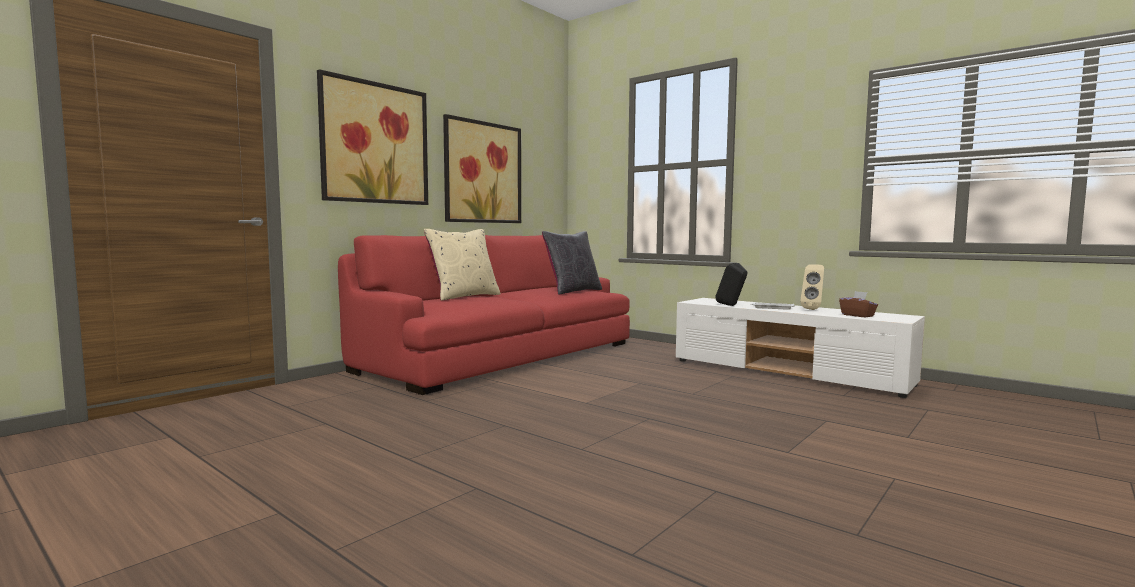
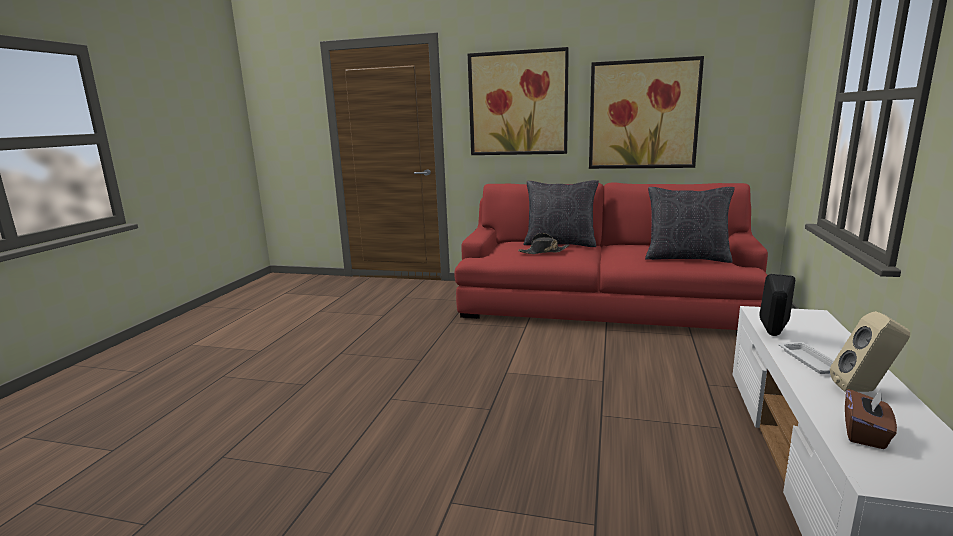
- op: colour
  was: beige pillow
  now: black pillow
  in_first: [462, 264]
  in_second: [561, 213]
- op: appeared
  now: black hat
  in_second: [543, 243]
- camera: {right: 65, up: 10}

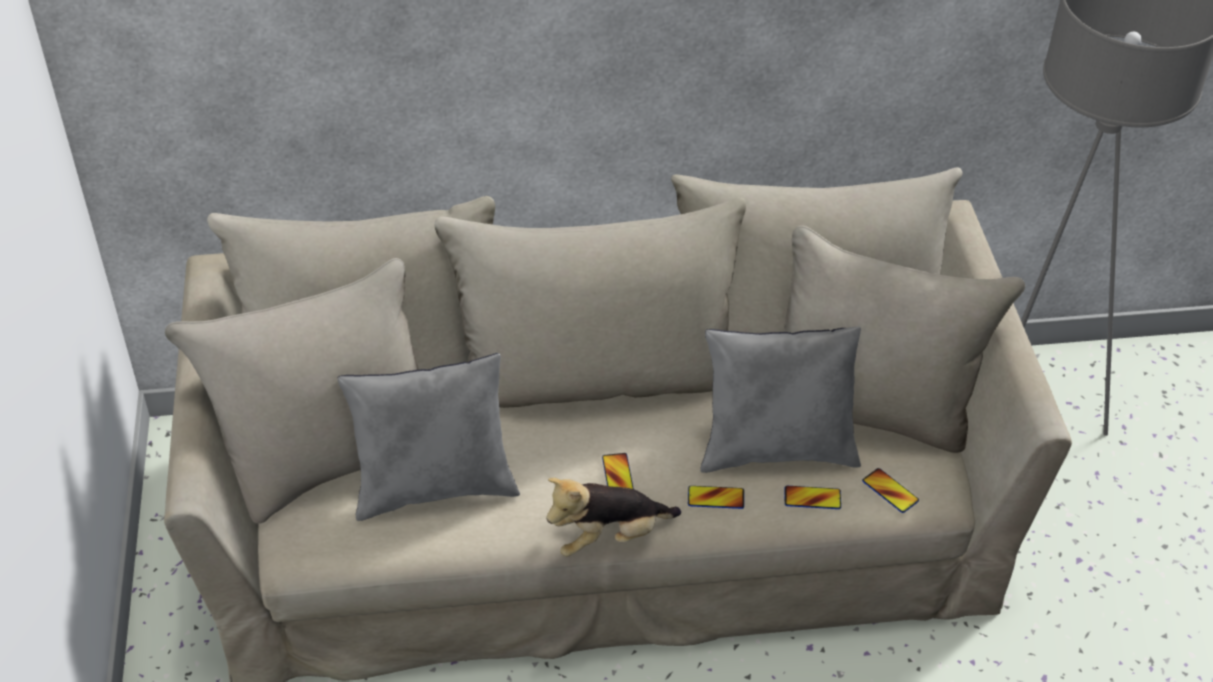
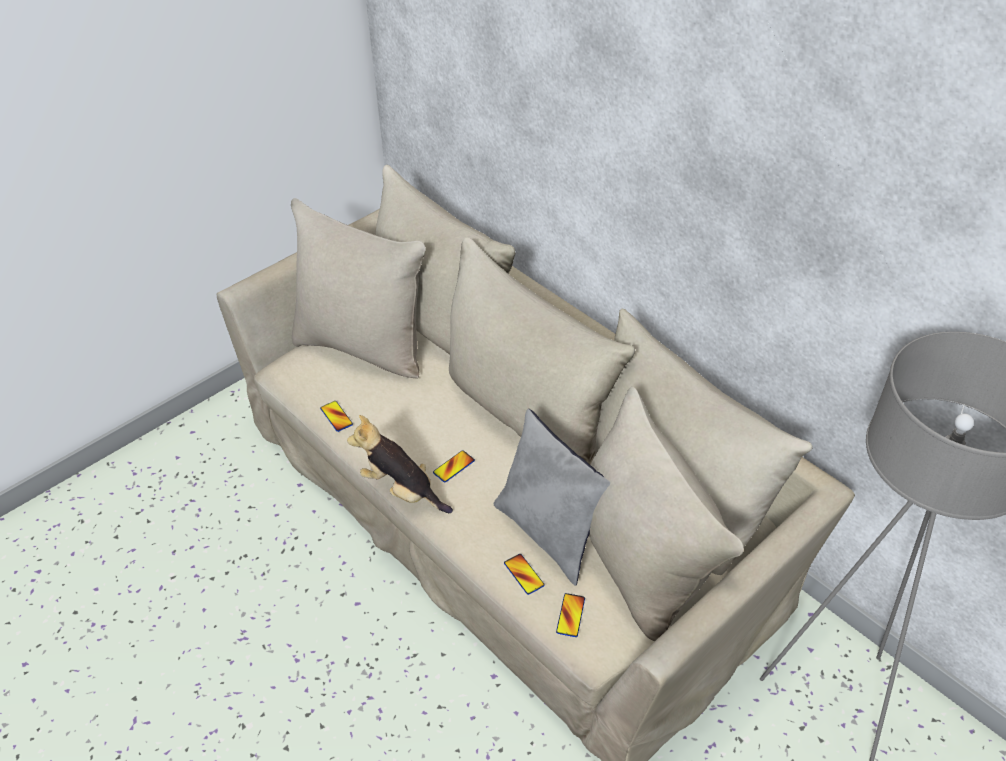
- op: missing
  was: grey pillow
  in_first: [428, 437]
- op: relocated
  was: phone
  in_first: [716, 497]
  in_second: [336, 416]
- camera: {right: 55, up: 0}

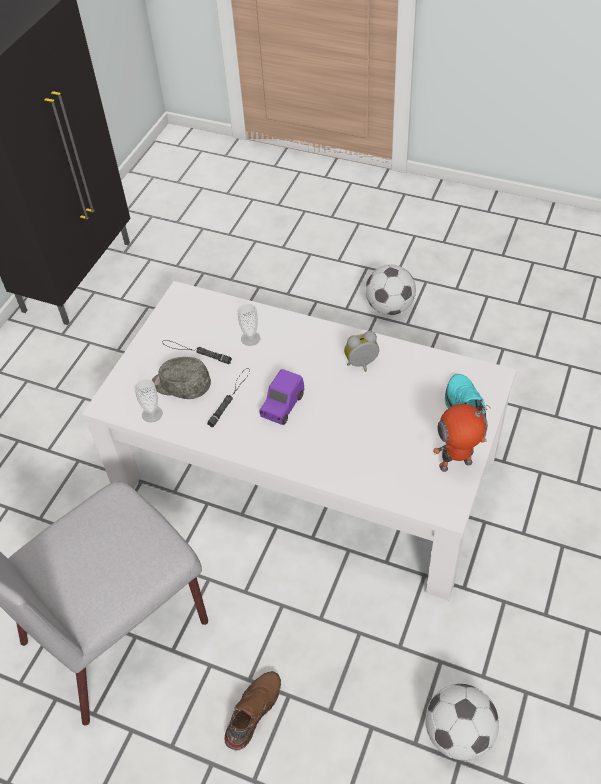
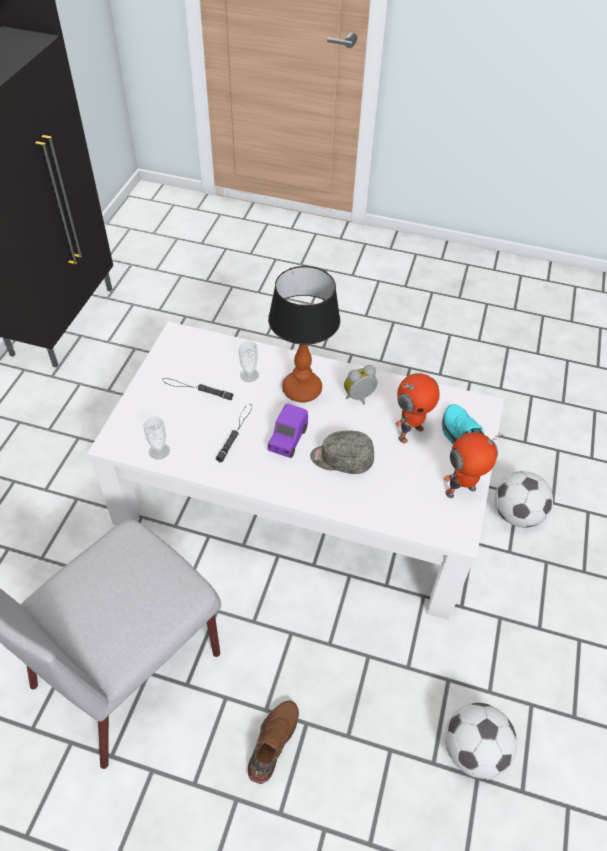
- op: relocated
  was: football
  in_first: [390, 289]
  in_second: [524, 499]
- op: relocated
  was: grey cap
  in_first: [181, 378]
  in_second: [342, 452]
- op: appeared
  now: table lamp
  in_second: [304, 334]
- op: appeared
  now: toy robot
  in_second: [417, 408]
- camera: {right: -10, up: 0}

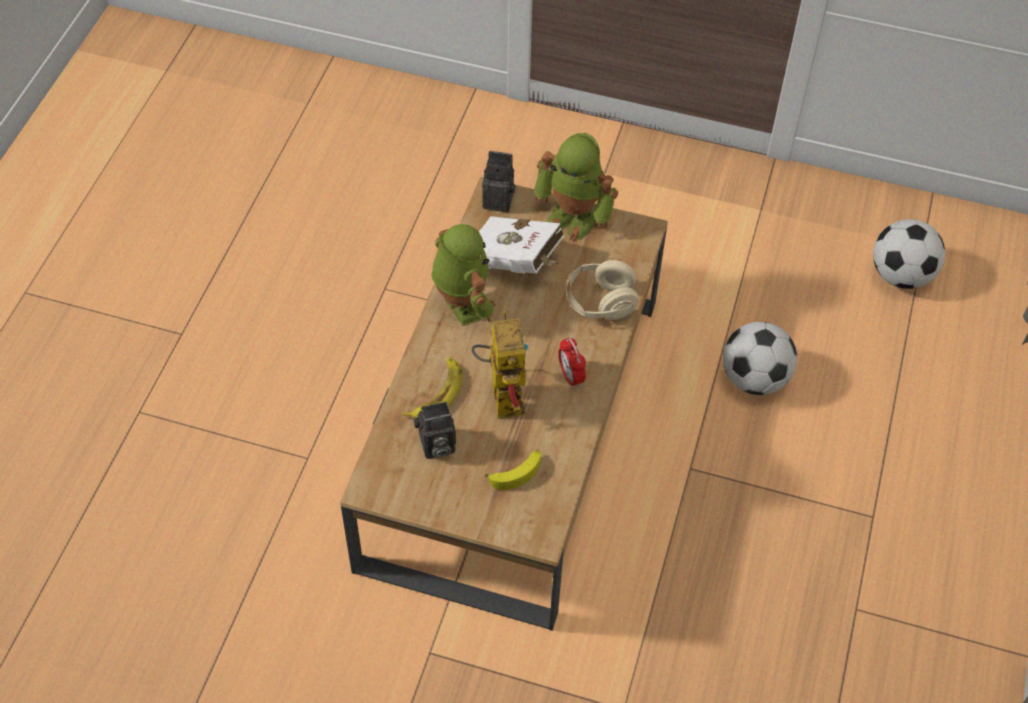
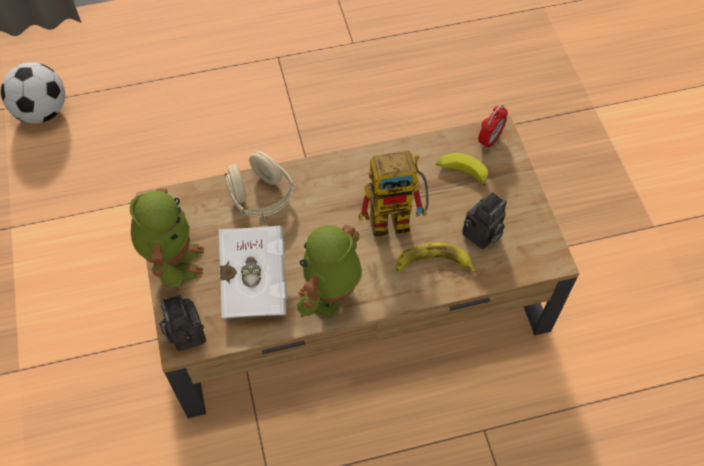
- op: spun
  was: toy robot
  in_first: [500, 364]
  in_second: [393, 194]
  clockwise: -150
- op: missing
  was: football
  in_first: [760, 358]
- op: relocated
  was: alarm clock
  in_first: [572, 362]
  in_second: [493, 127]
- op: spun
  was: photo camera
  in_first: [434, 430]
  in_second: [484, 221]
  clockwise: 90
- camera: {right: -120, up: 5}

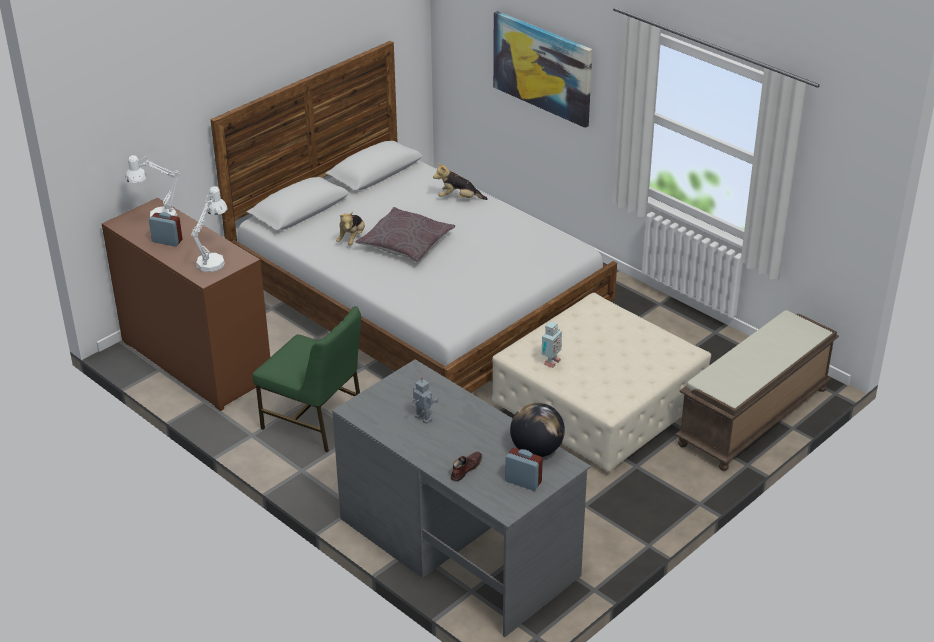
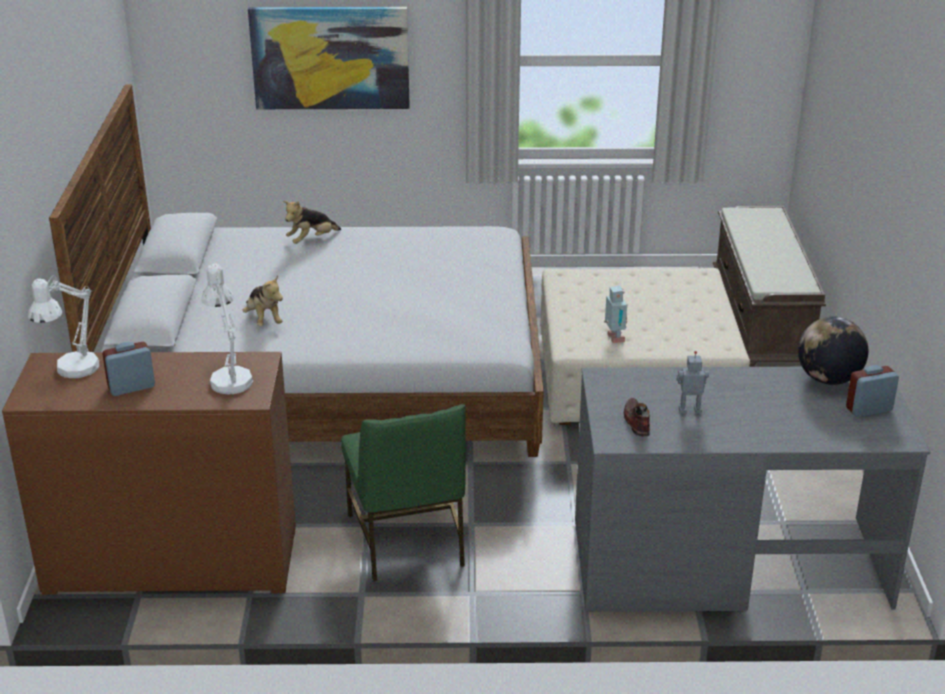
- op: missing
  was: grey pillow
  in_first: [405, 234]
- op: spun
  was: green chair
  in_first: [307, 379]
  in_second: [403, 493]
  clockwise: 90
- op: relocated
  was: brown shoe
  in_first: [466, 466]
  in_second: [637, 417]
- camera: {right: -45, up: -5}

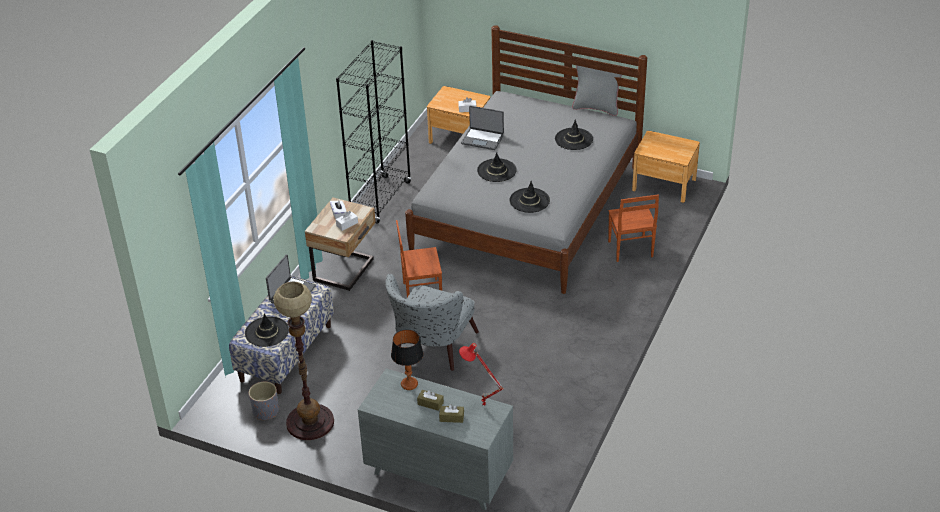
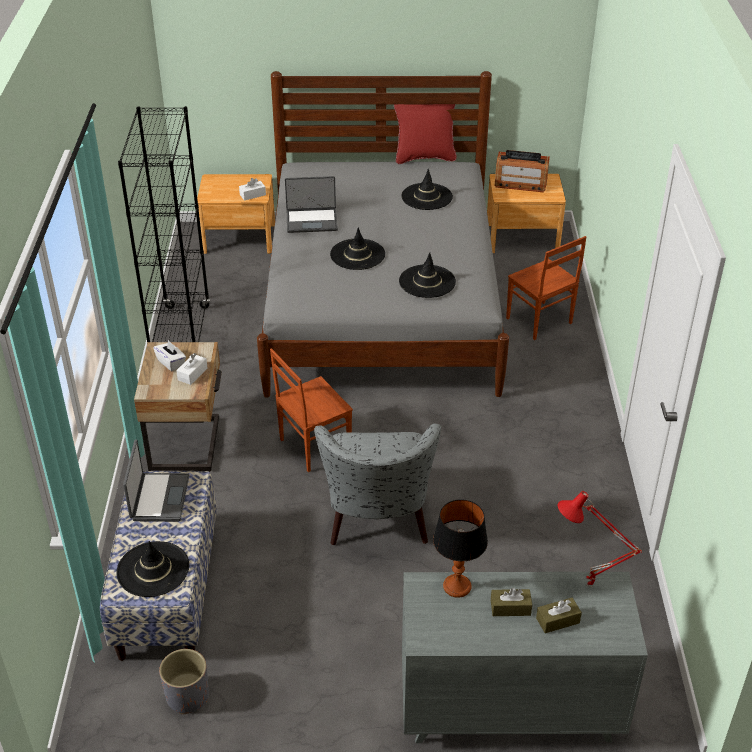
- op: colour
  was: grey pillow
  now: red pillow
  in_first: [597, 90]
  in_second: [425, 134]
- op: missing
  was: floor lamp
  in_first: [303, 360]
- op: appeared
  now: radio
  in_second: [522, 171]
- camera: {right: -25, up: 0}

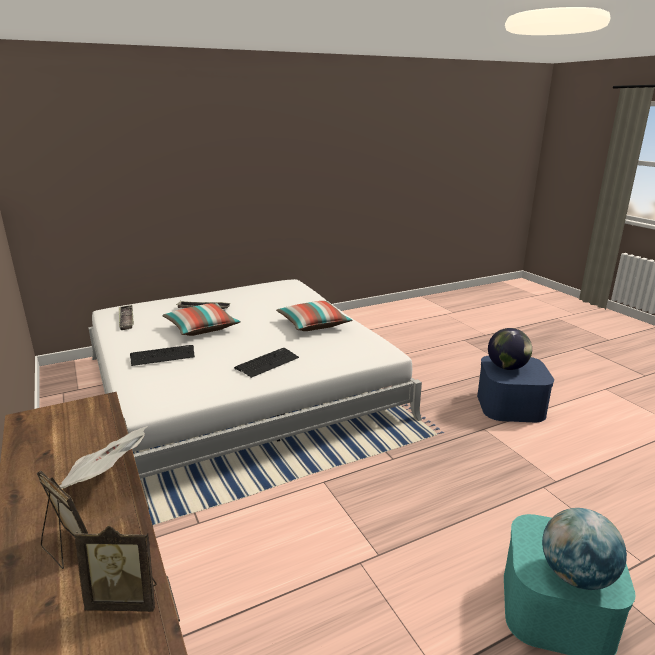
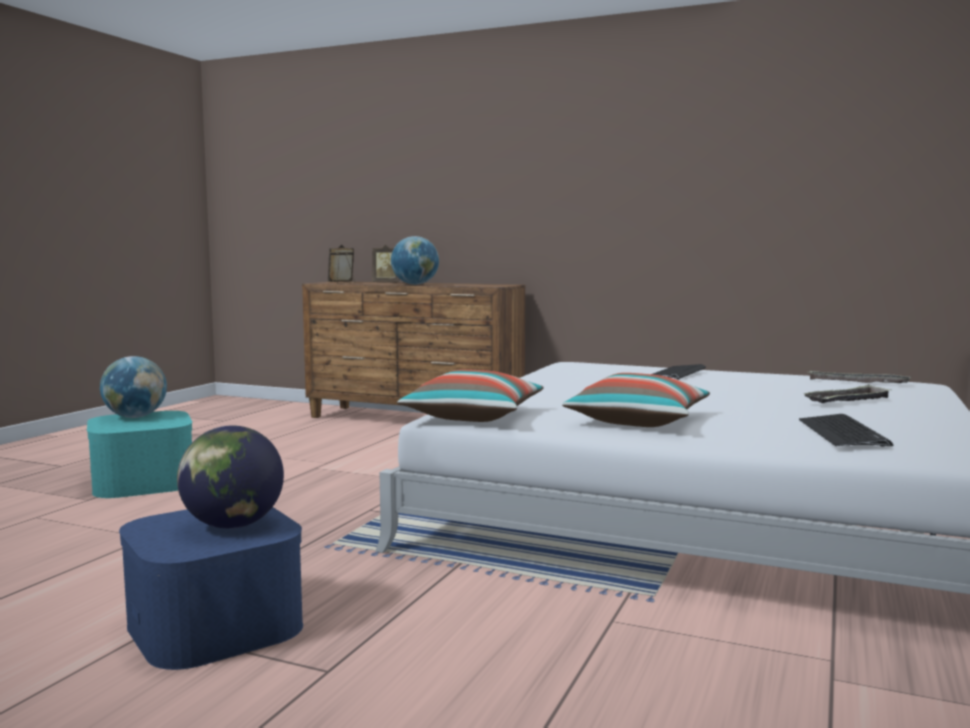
- op: relocated
  was: pillow
  in_first: [201, 319]
  in_second: [470, 395]
- op: relocated
  was: keyboard
  in_first: [266, 363]
  in_second: [846, 430]
- op: exchanged
  was: newspaper
  now: globe
  in_first: [104, 457]
  in_second: [415, 260]
- camera: {right: 140, up: -15}

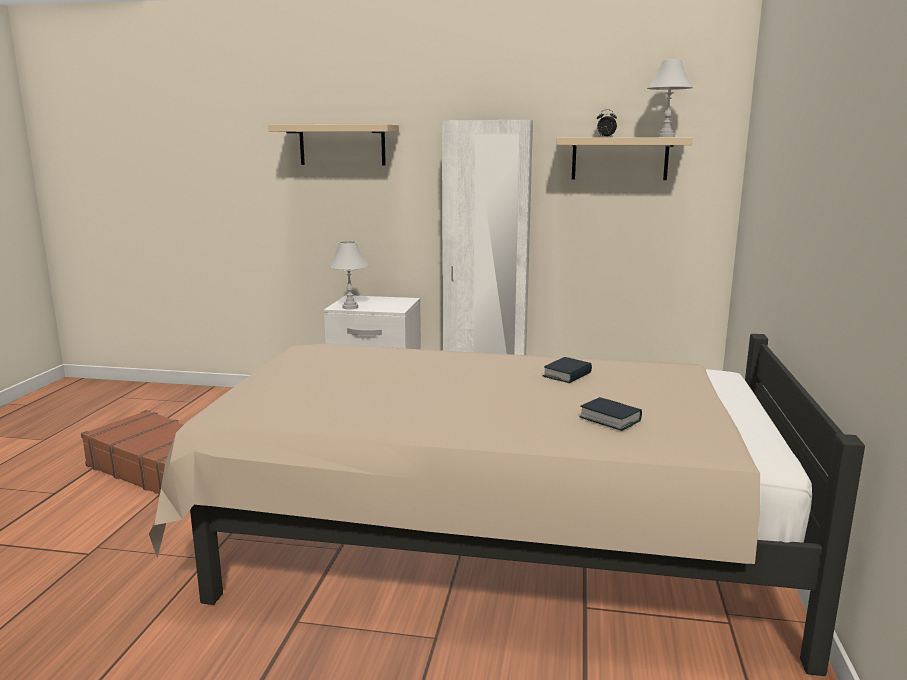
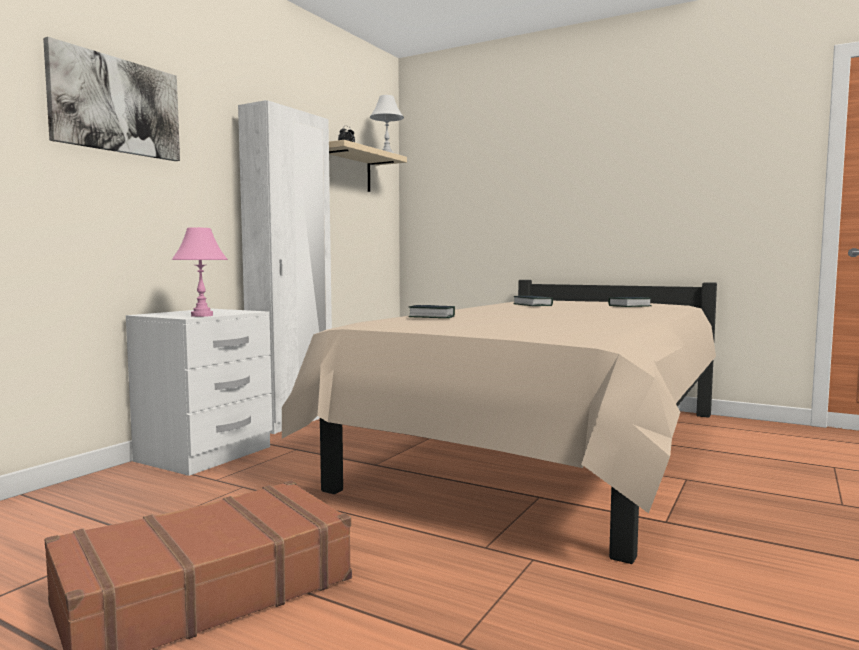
- op: exchanged
  was: beige shelf
  now: picture
  in_first: [333, 144]
  in_second: [111, 99]
- op: colour
  was: white table lamp
  now: pink table lamp
  in_first: [348, 275]
  in_second: [200, 272]
- op: appeared
  now: book
  in_second: [431, 311]
- camera: {right: -70, up: -10}

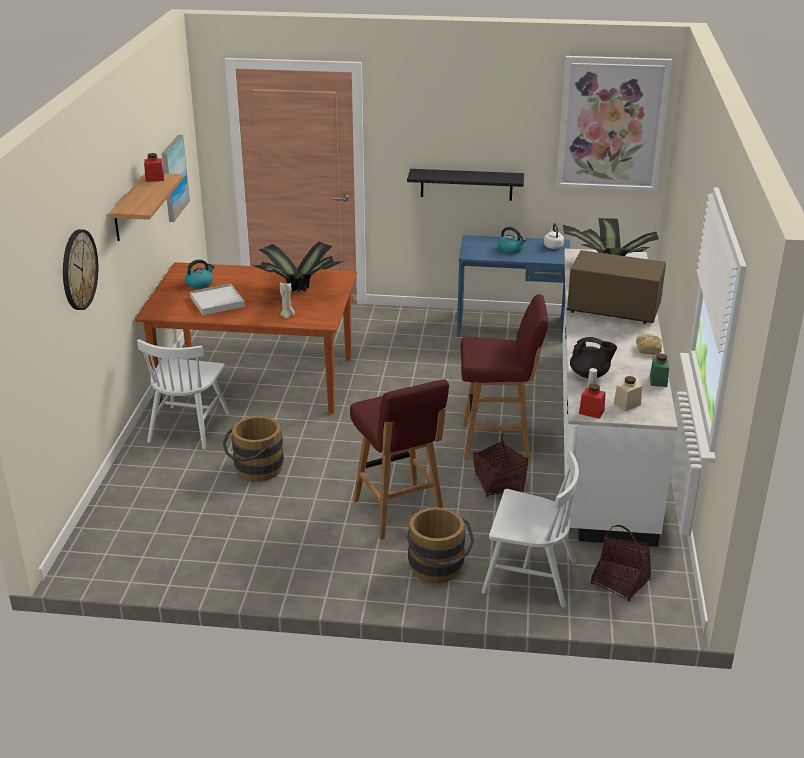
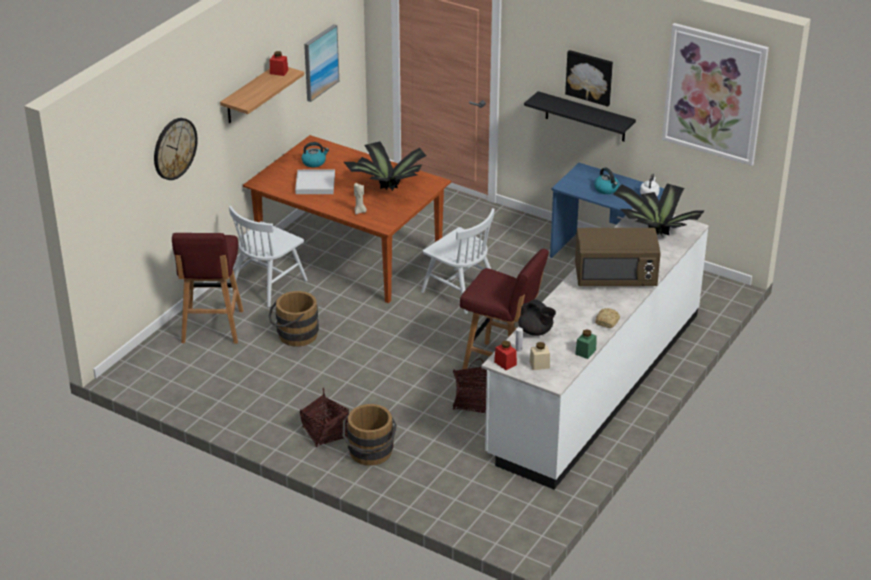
- op: spun
  was: brown microwave
  in_first: [616, 287]
  in_second: [618, 257]
  clockwise: 135
- op: relocated
  was: red stool
  in_first: [399, 459]
  in_second: [207, 288]
- op: relocated
  was: white chair
  in_first: [530, 530]
  in_second: [458, 261]
- op: relocated
  was: basket
  in_first: [621, 563]
  in_second: [324, 417]
- op: appeared
  now: picture
  in_second: [589, 78]
- camera: {right: 25, up: 5}

